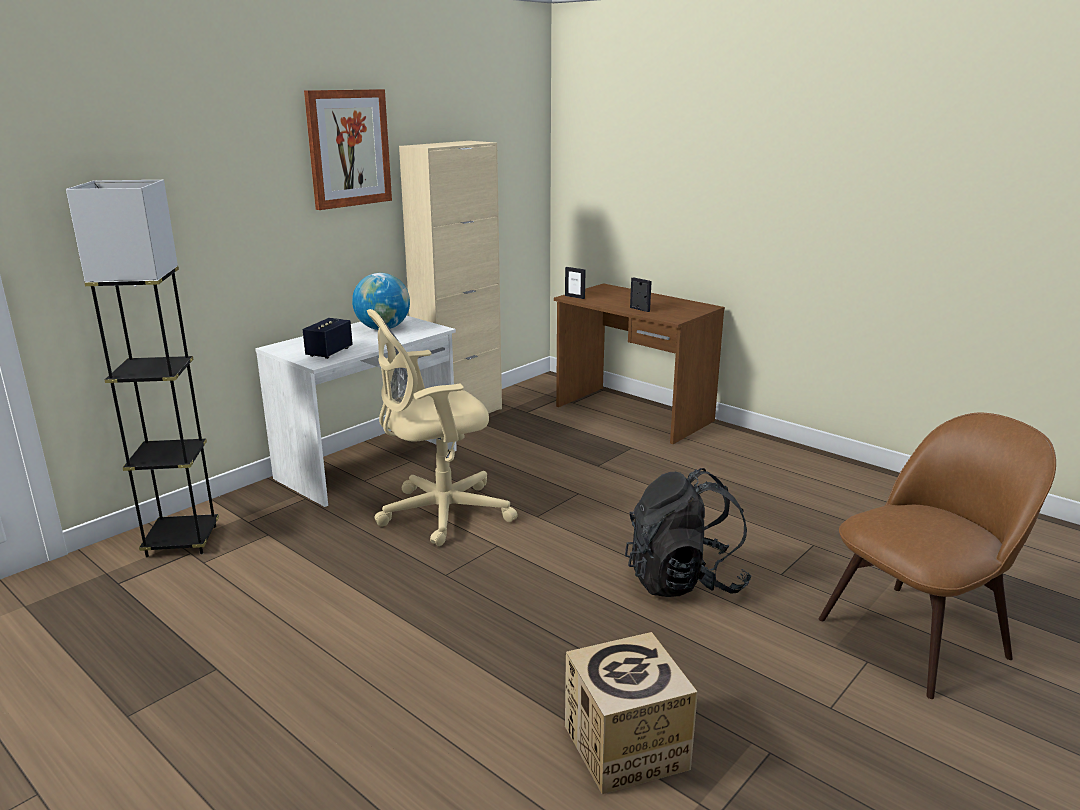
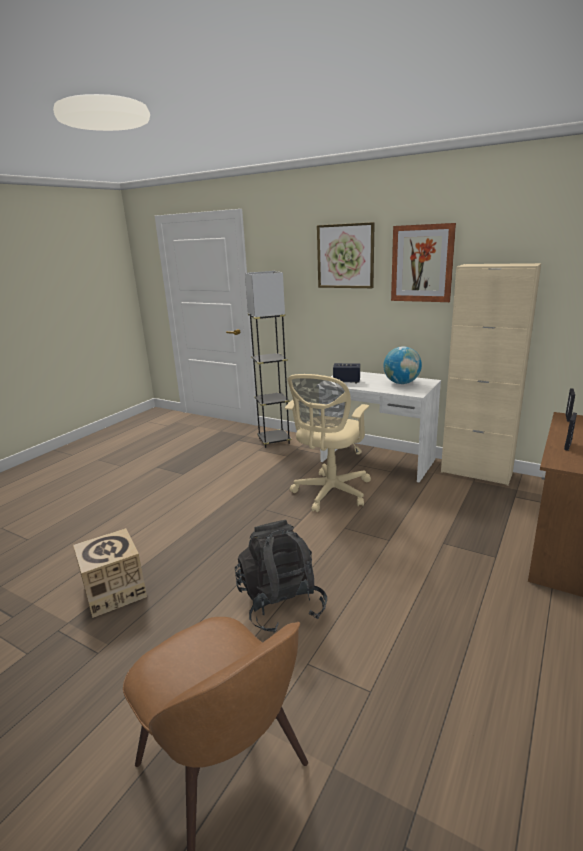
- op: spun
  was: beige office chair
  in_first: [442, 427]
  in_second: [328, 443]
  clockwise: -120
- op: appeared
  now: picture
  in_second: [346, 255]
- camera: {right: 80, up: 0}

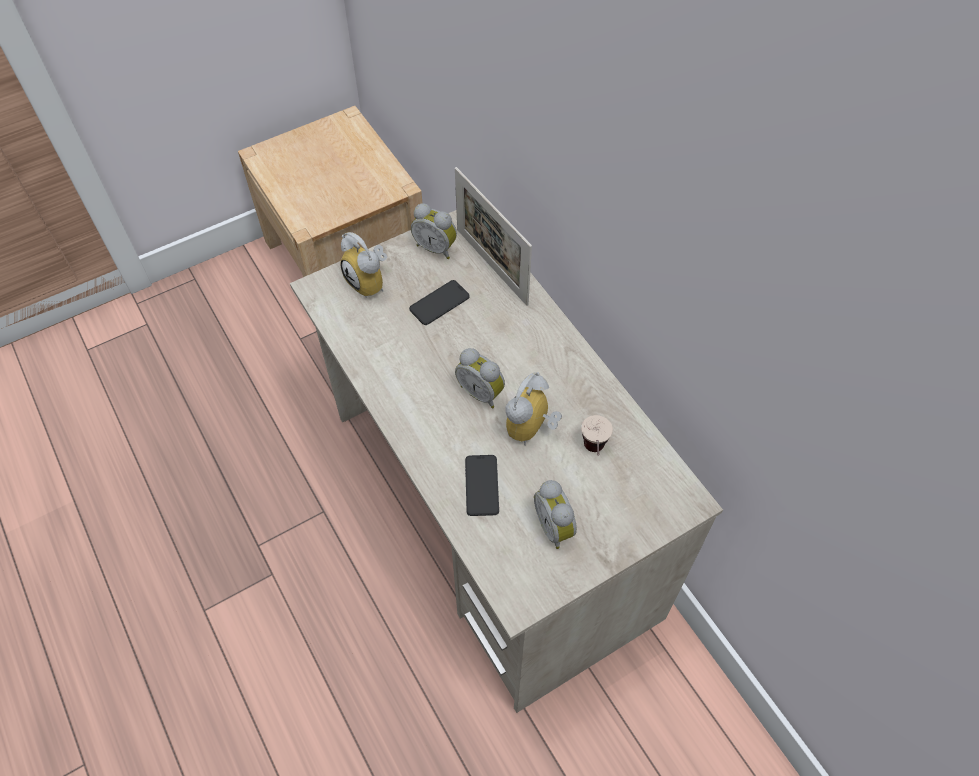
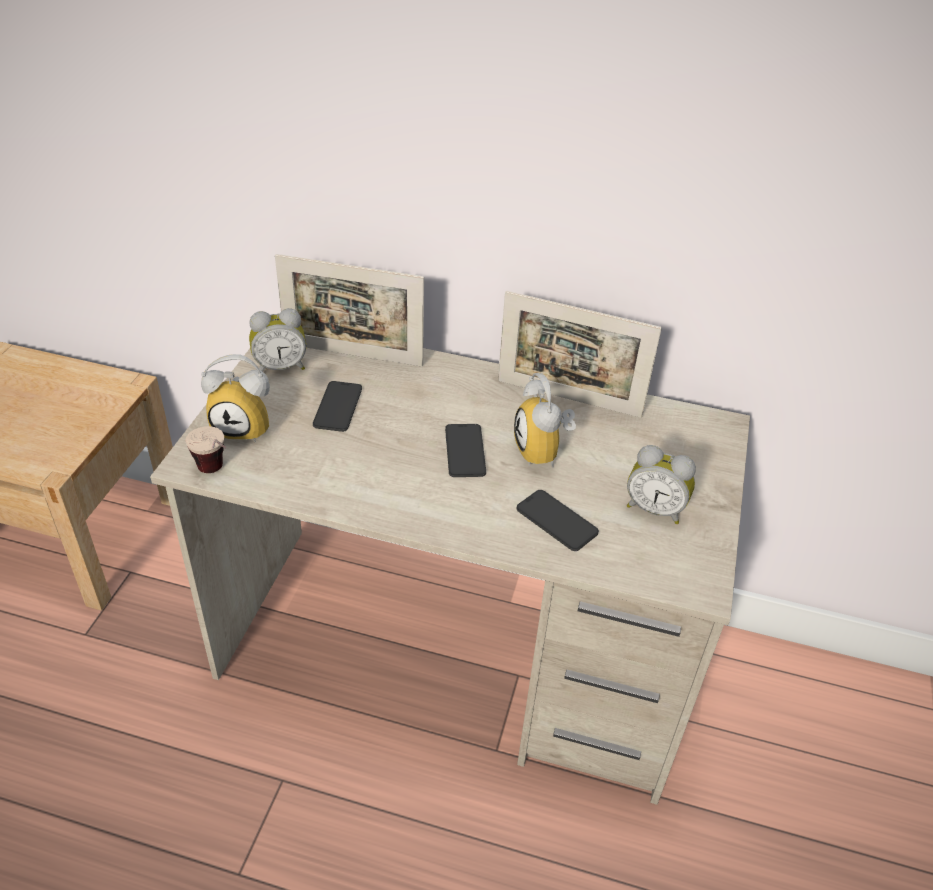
- op: exchanged
  was: alarm clock
  now: phone
  in_first: [480, 378]
  in_second: [465, 450]
- op: relocated
  was: cup
  in_first: [597, 435]
  in_second: [206, 449]
- op: appeared
  now: picture frame
  in_second: [580, 354]
- camera: {right: -45, up: -15}

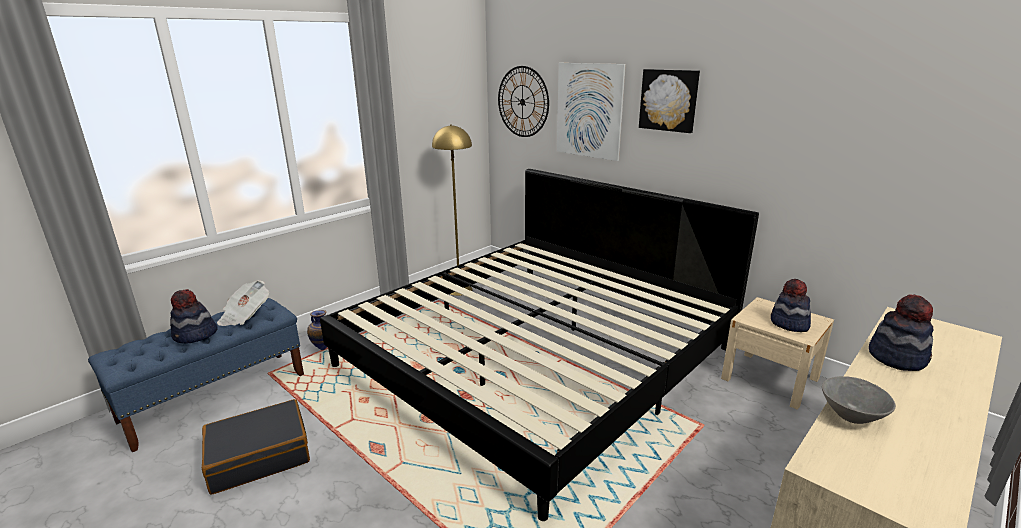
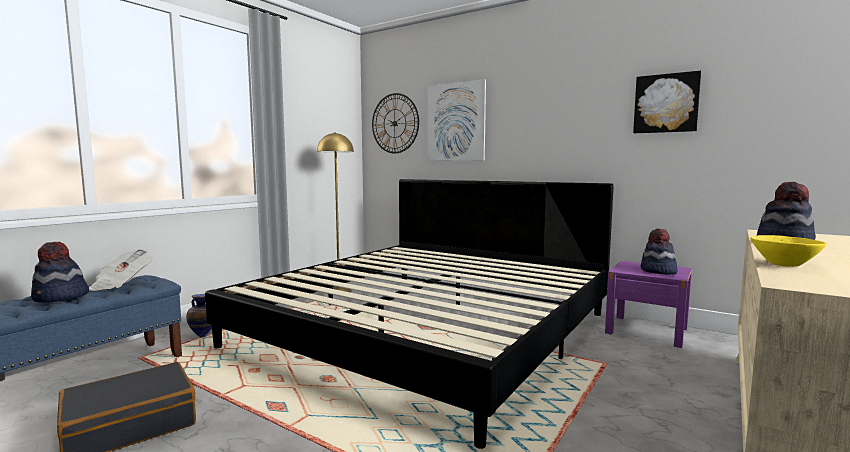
- op: relocated
  was: picture
  in_first: [669, 101]
  in_second: [667, 102]
- op: colour
  was: beige nightstand
  now: purple nightstand
  in_first: [777, 353]
  in_second: [648, 304]
- op: colour
  was: grey bowl
  now: yellow bowl
  in_first: [859, 400]
  in_second: [788, 251]
- camera: {right: -10, up: -15}

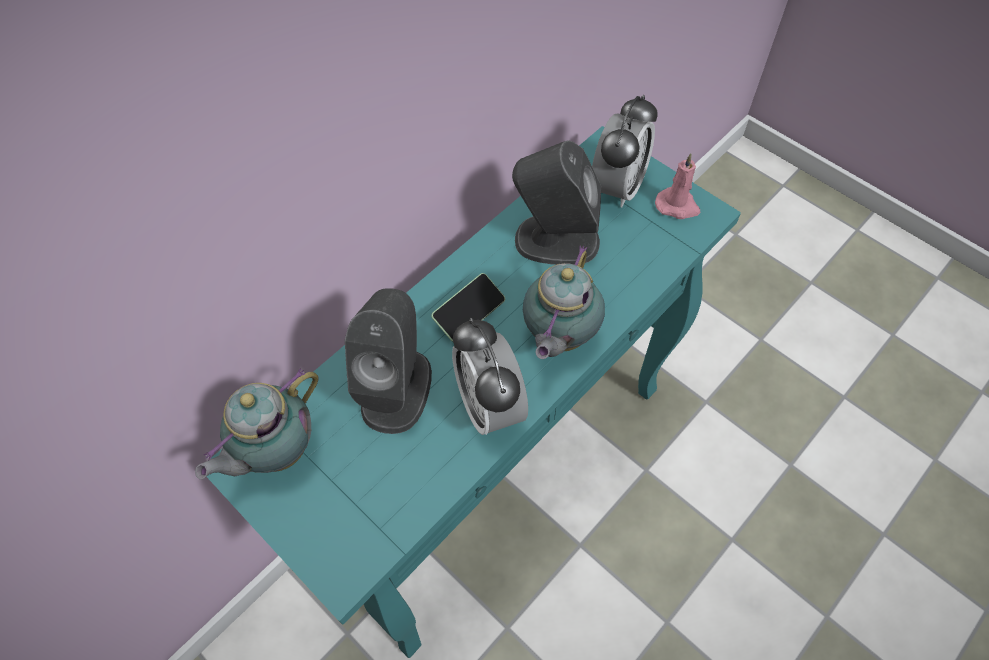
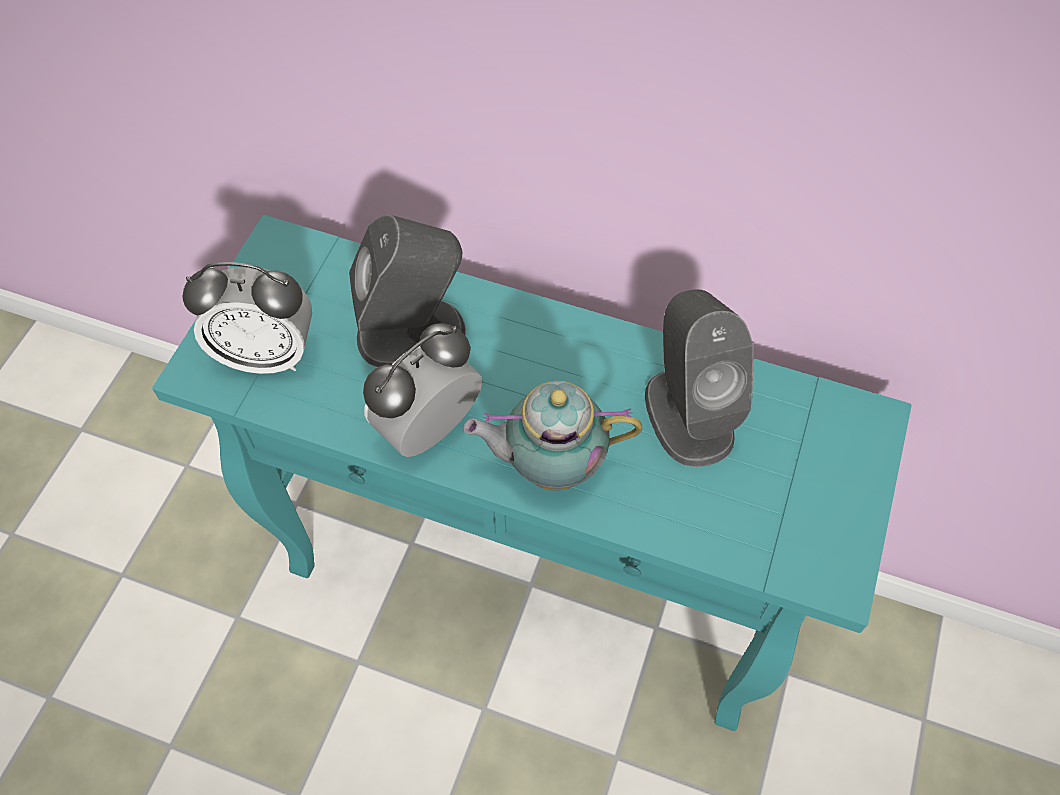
- op: relocated
  was: alarm clock
  in_first: [625, 151]
  in_second: [247, 318]
- op: missing
  was: pink candle
  in_first: [678, 186]
- op: missing
  was: phone
  in_first: [468, 307]
- op: missing
  was: teapot
  in_first: [257, 423]
- camera: {right: 65, up: 0}

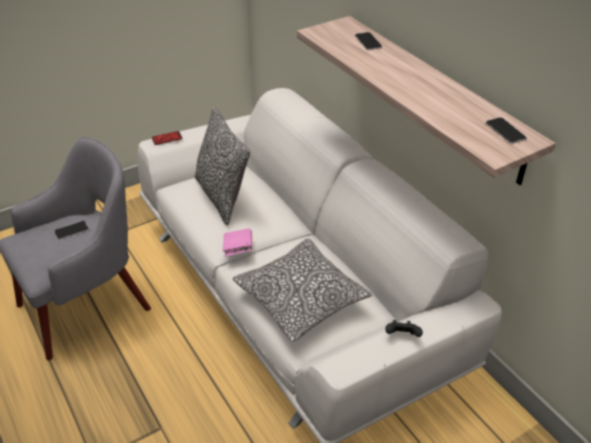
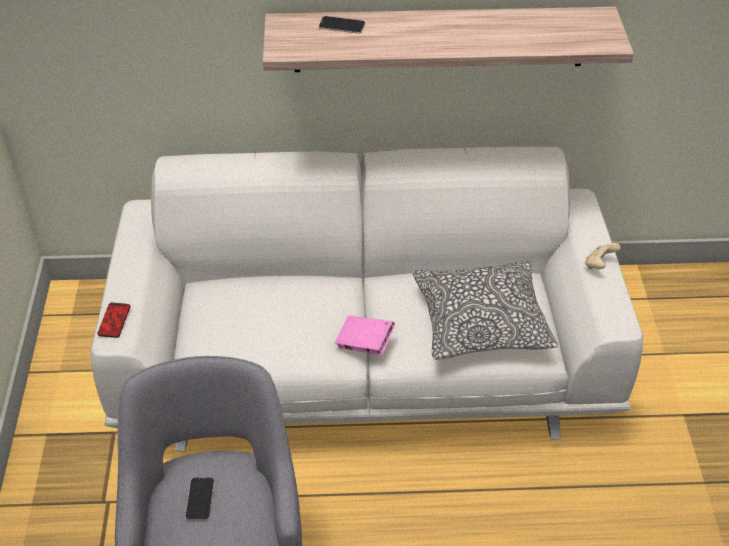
- op: missing
  was: pillow
  in_first: [222, 166]
- op: missing
  was: phone
  in_first: [506, 130]
- op: colour
  was: black game controller
  now: beige game controller
  in_first: [404, 328]
  in_second: [603, 256]
- camera: {right: -60, up: 5}

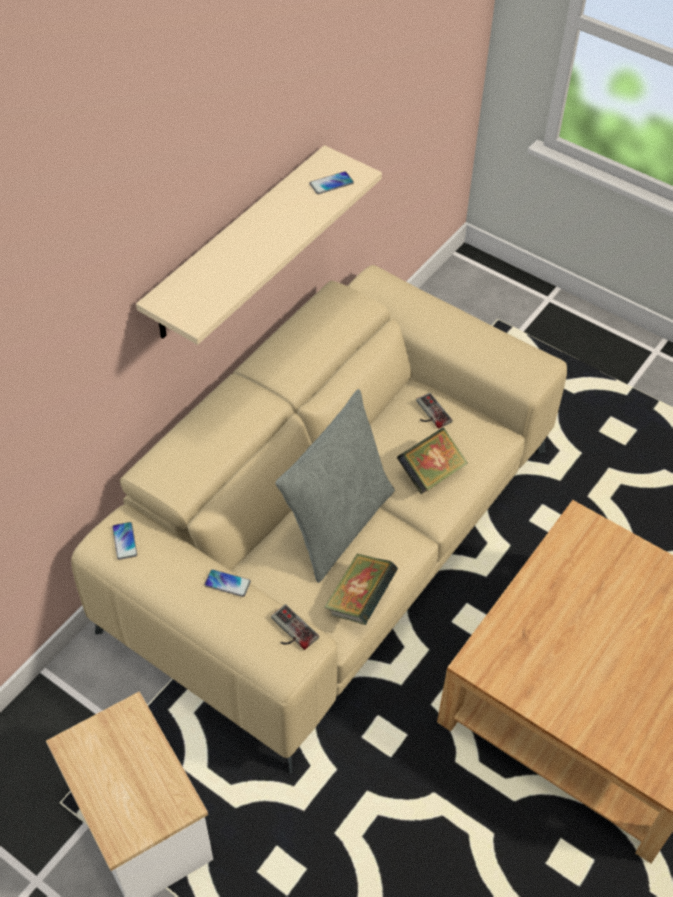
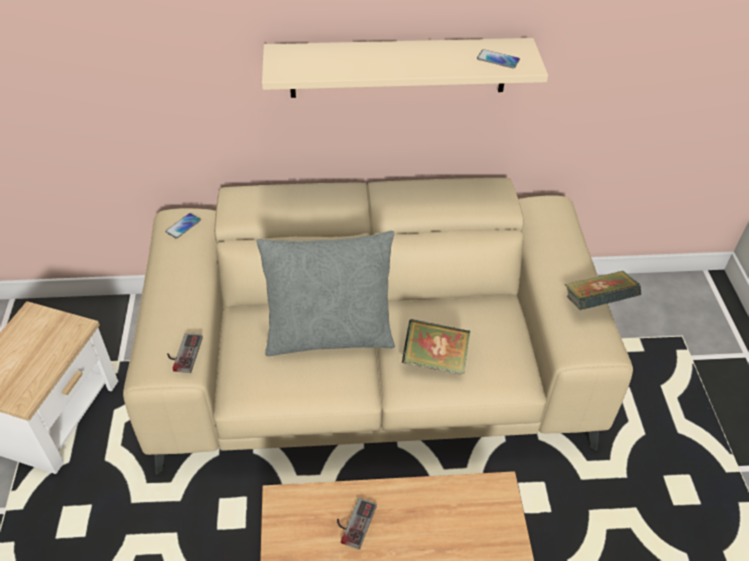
- op: relocated
  was: game controller
  in_first: [434, 411]
  in_second: [357, 523]
- op: relocated
  was: book
  in_first: [361, 589]
  in_second: [603, 290]
- op: missing
  was: phone
  in_first: [227, 583]
- camera: {right: 50, up: -5}

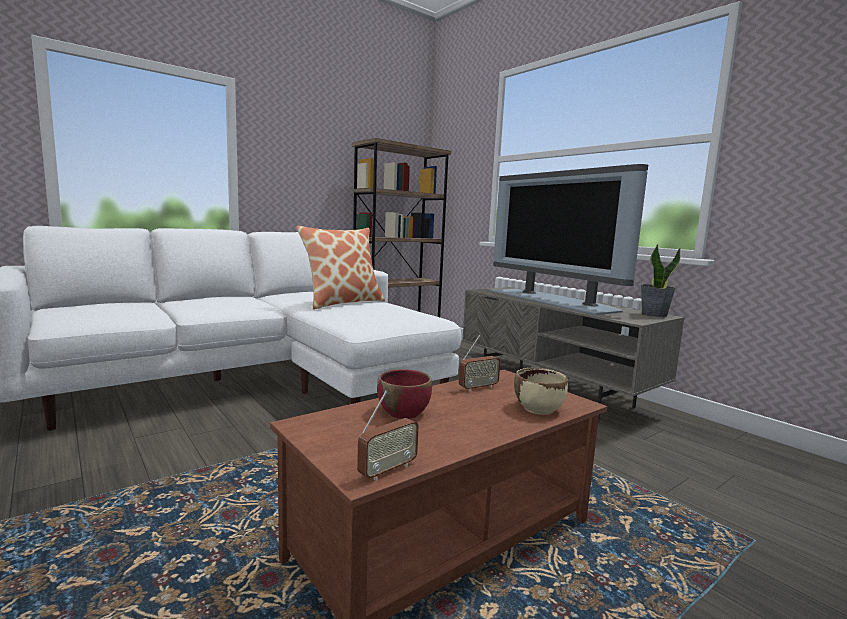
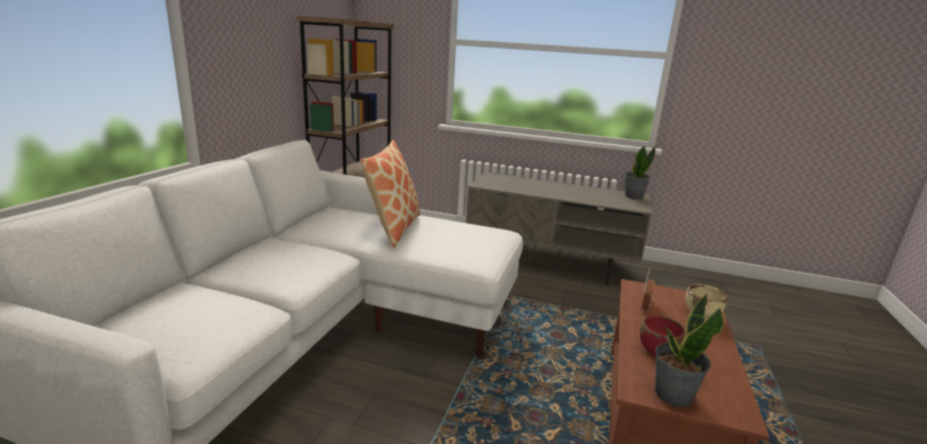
- op: missing
  was: television
  in_first: [569, 239]
- op: missing
  was: radio
  in_first: [388, 435]
- op: appeared
  now: potted plant
  in_second: [689, 350]
- camera: {right: -35, up: 10}

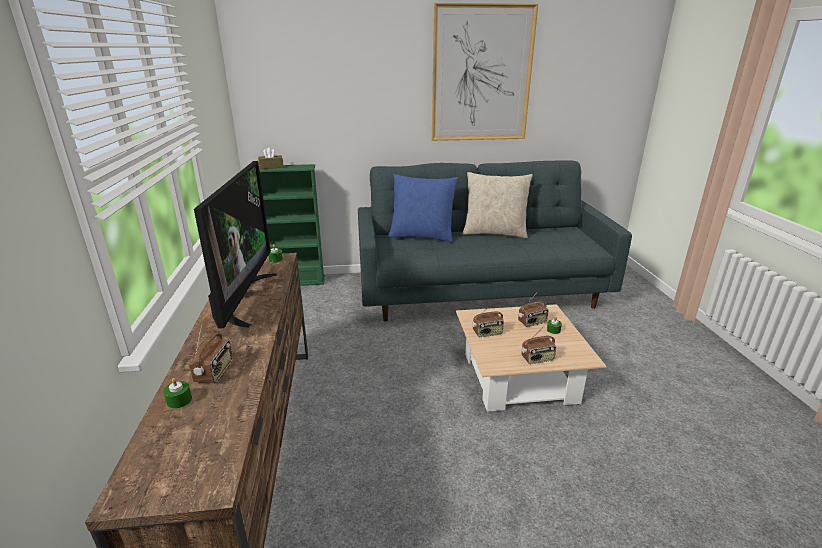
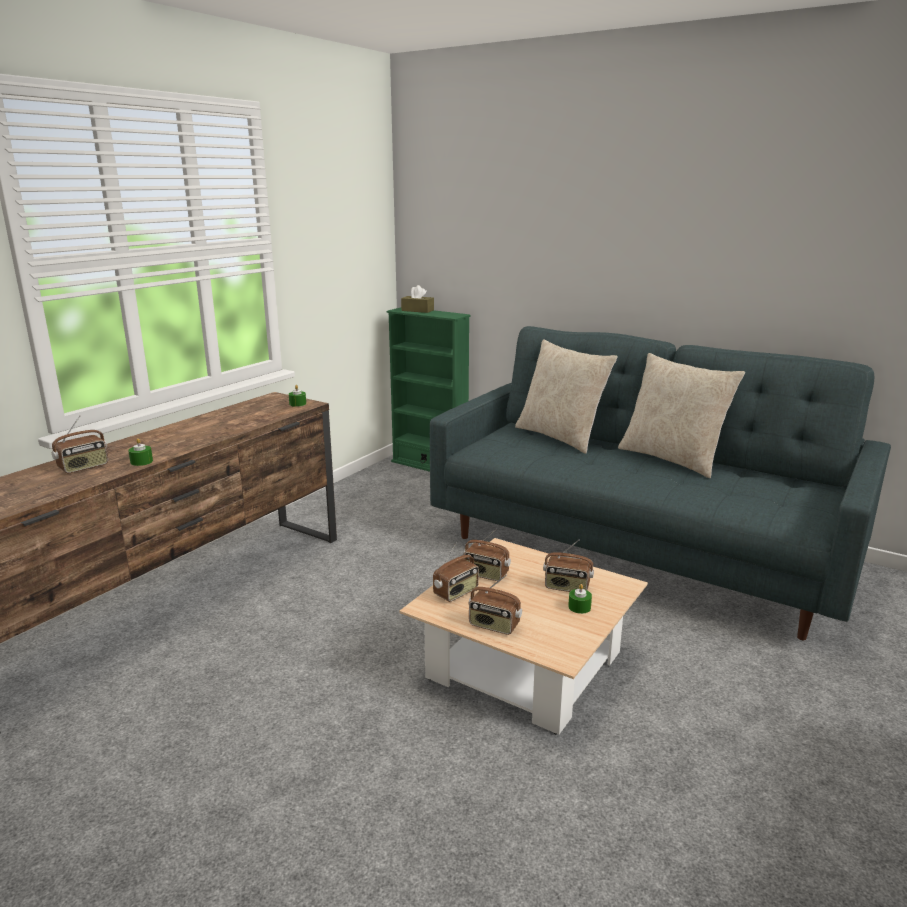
- op: missing
  was: picture
  in_first: [485, 72]
- op: missing
  was: television
  in_first: [235, 244]
- op: colour
  was: blue pillow
  now: beige pillow
  in_first: [423, 208]
  in_second: [566, 396]
- op: relocated
  was: green candle
  in_first: [177, 393]
  in_second: [140, 452]
- op: appeared
  now: radio
  in_second: [456, 572]
- camera: {right: 40, up: -5}

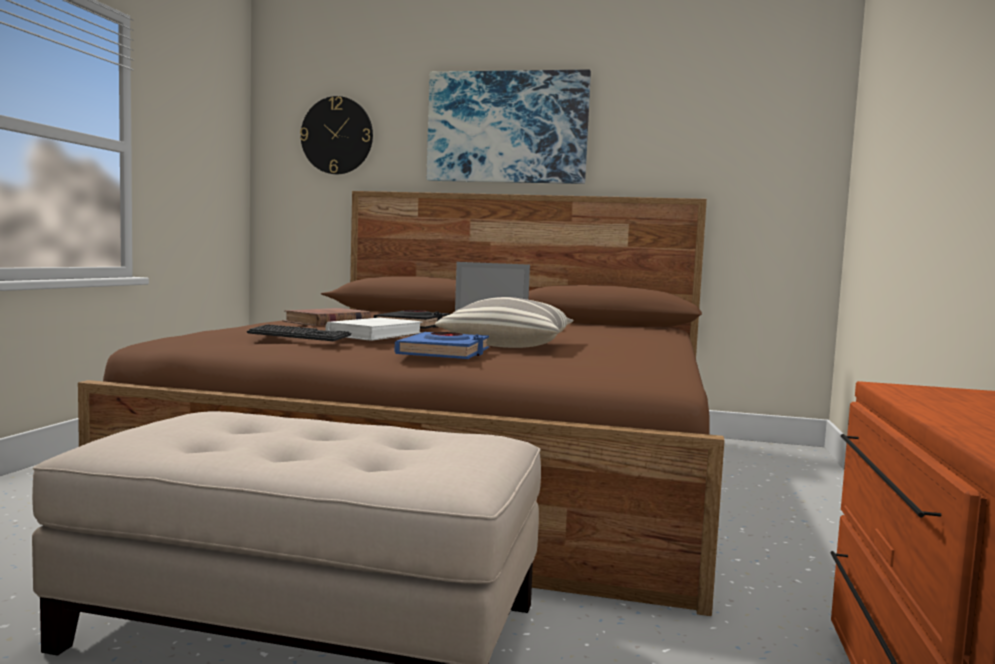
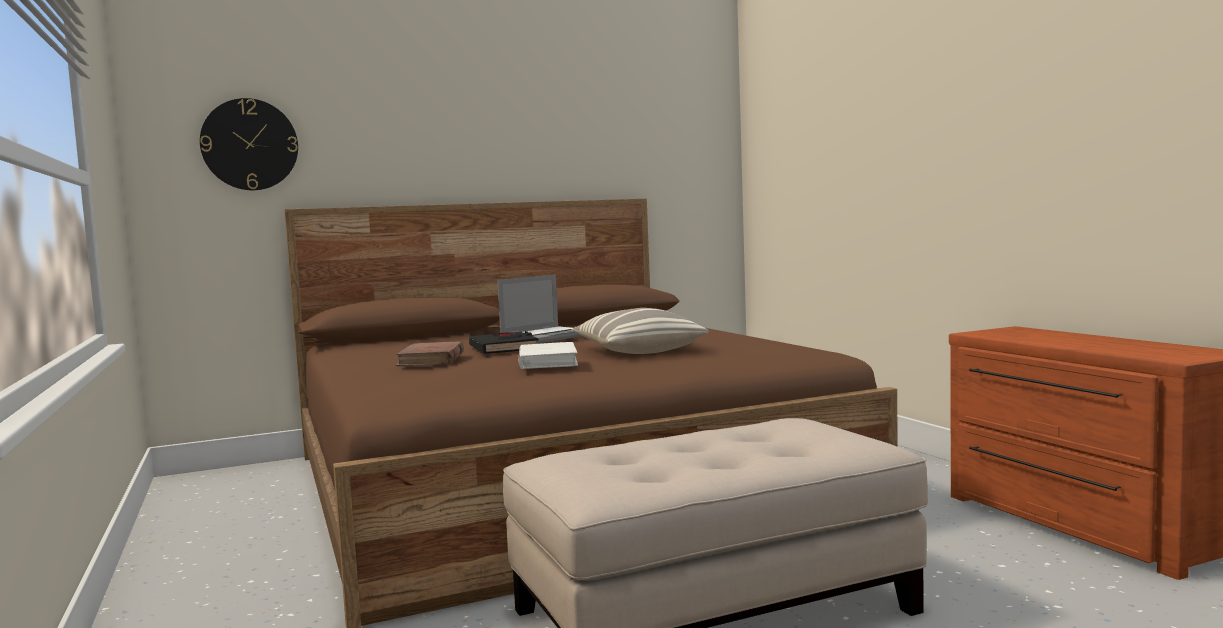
- op: missing
  was: picture
  in_first: [509, 127]
- op: missing
  was: keyboard
  in_first: [299, 332]
- op: missing
  was: blue book
  in_first: [441, 345]
- camera: {right: -35, up: 0}

